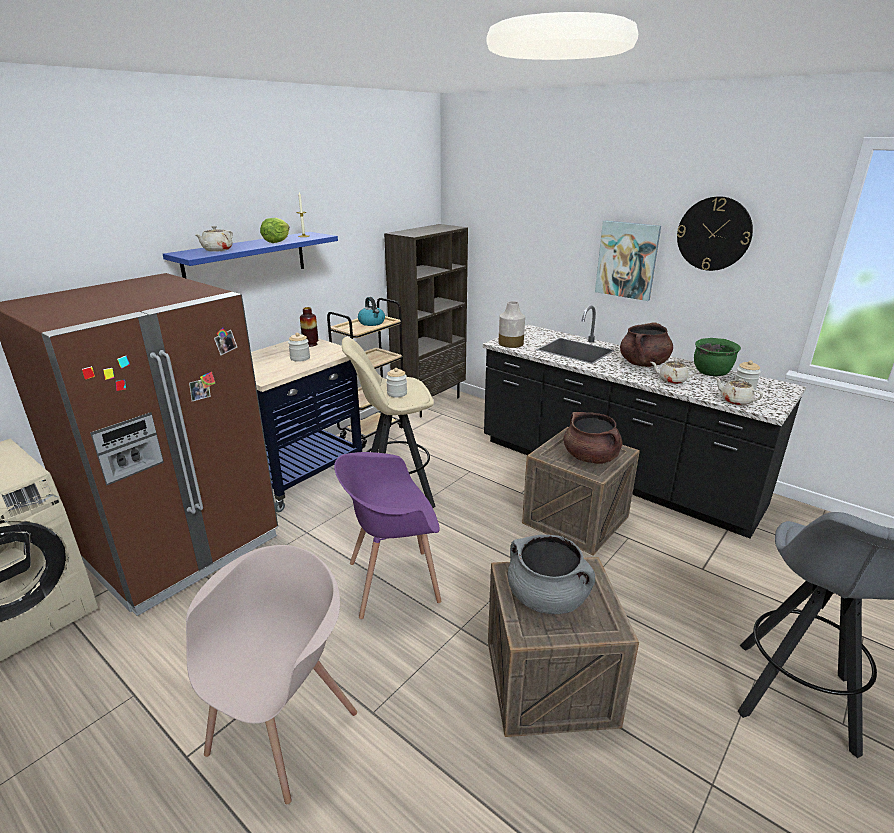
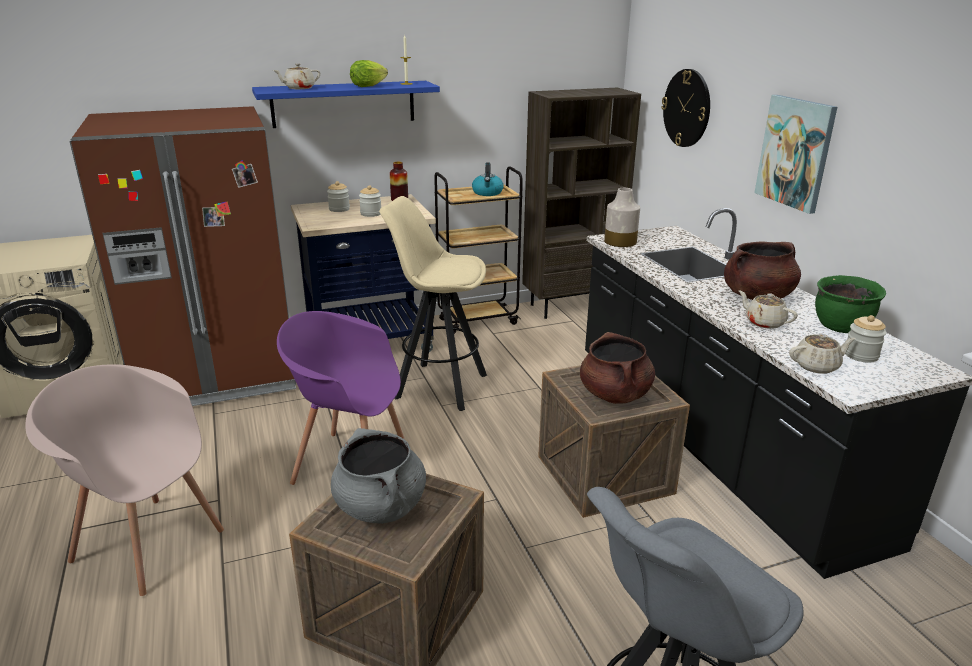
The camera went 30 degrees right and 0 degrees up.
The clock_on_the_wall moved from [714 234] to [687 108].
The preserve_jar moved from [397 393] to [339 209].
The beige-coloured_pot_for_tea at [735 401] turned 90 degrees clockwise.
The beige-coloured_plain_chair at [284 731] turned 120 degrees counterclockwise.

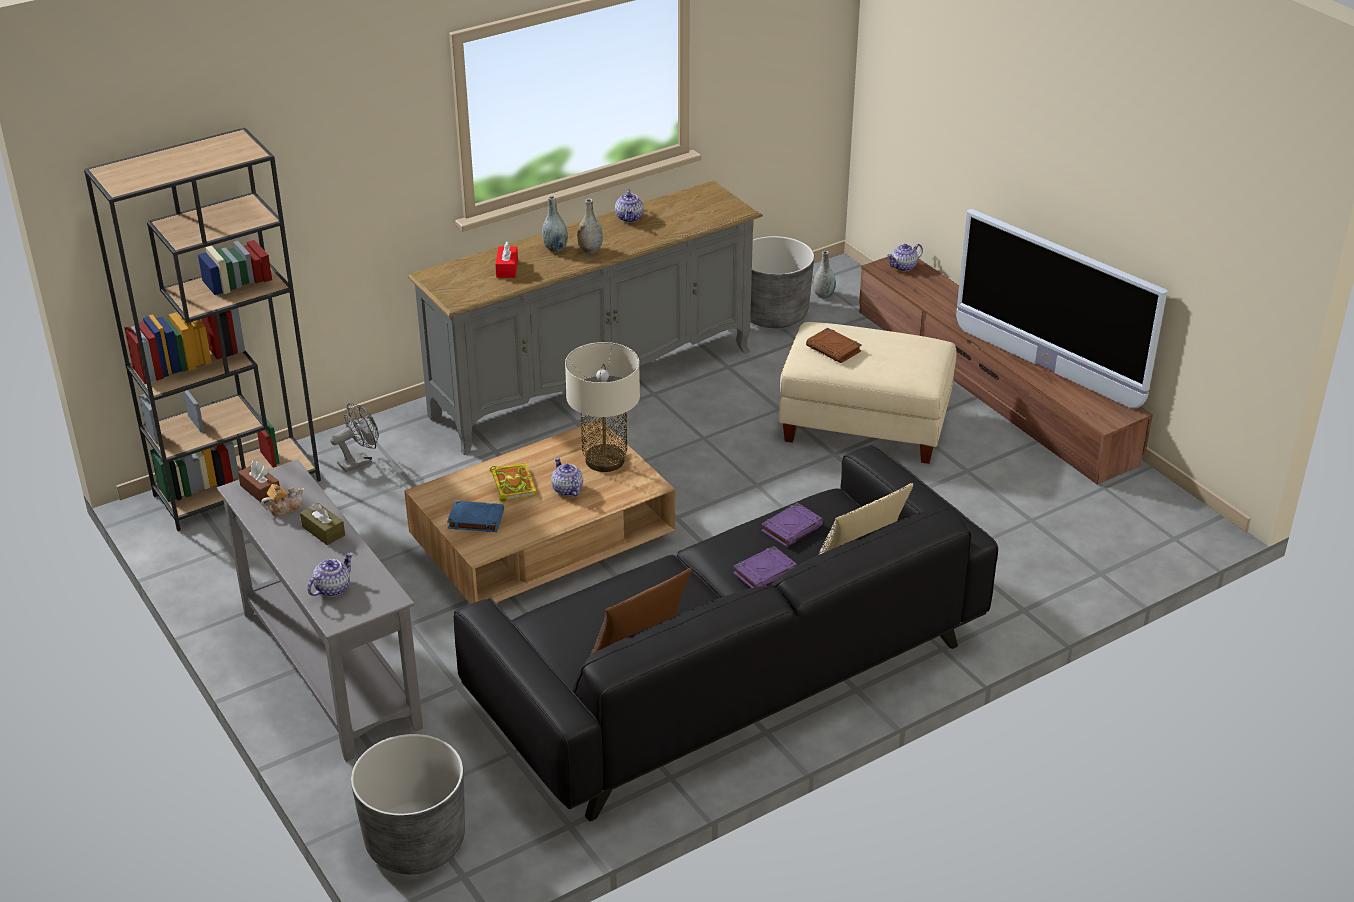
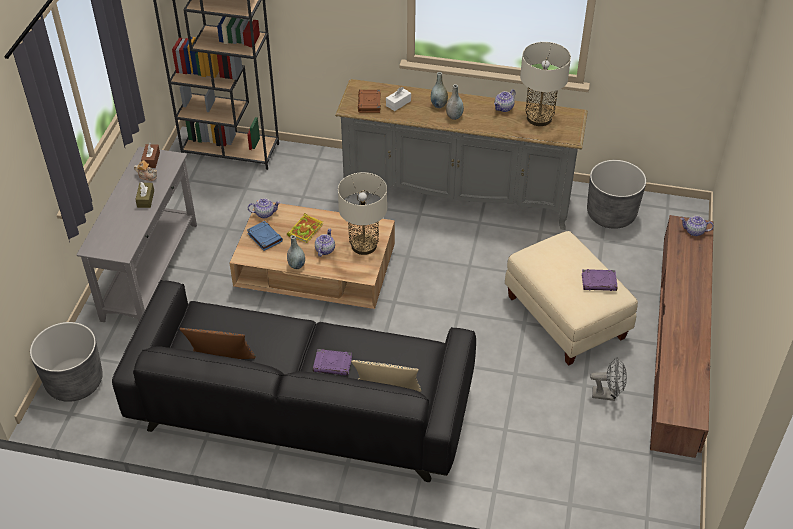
The camera went 45 degrees right and 10 degrees up.
The TV at [1046 368] disappeared.
The red-coloured_tissue_holder at [507 268] became the white-coloured_tissue_holder at [398 103].
The greyish_flower_vase moved from [823 295] to [296 265].
The brownish_volume moved from [834 349] to [369 103].
The greyish_electric_fan moved from [359 461] to [607 394].
The purple_volume moved from [792 528] to [599 282].
The pot_for_tea moved from [332 588] to [265 213].
The lamp_for_a_table at [539 118] appeared.

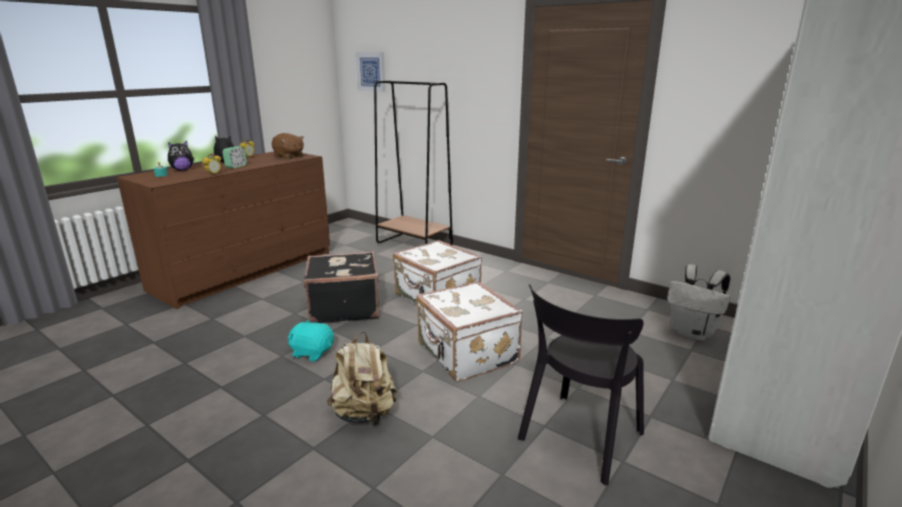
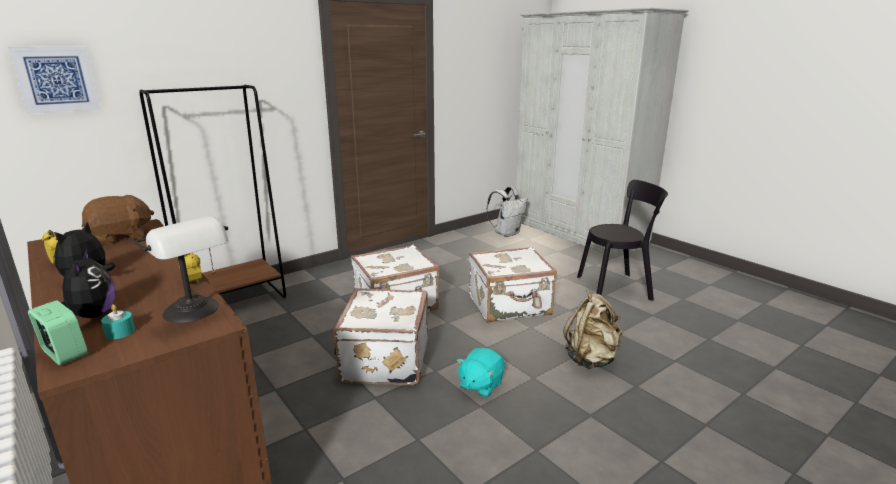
The camera went 75 degrees left and 0 degrees up.
The bedside_clock moved from [236 166] to [64 354].
The black-coloured_travel_case at [344 308] became the white-coloured_travel_case at [383 360].
The black-coloured_plain_chair at [578 439] turned 60 degrees counterclockwise.
The lamp_for_a_table at [197 312] appeared.

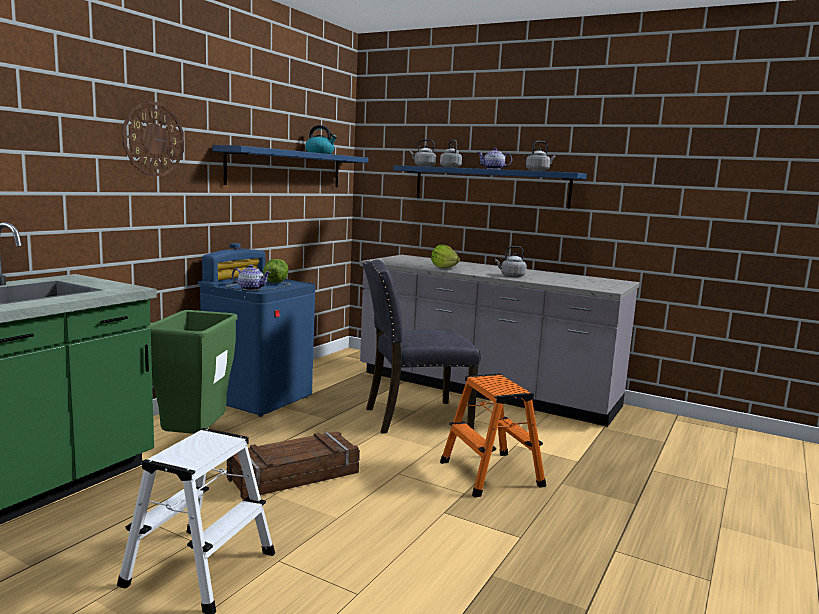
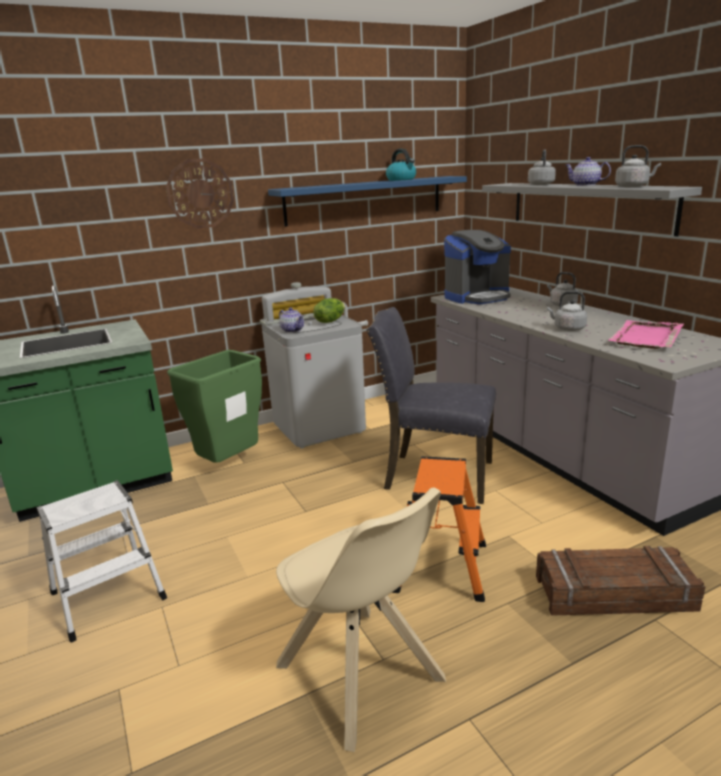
The camera went 35 degrees right and 10 degrees up.
The greyish_tea_kettle moved from [423 166] to [561 304].
The blue-coloured_wall_shelf at [490 186] became the greyish_wall_shelf at [587 206].
The blue-coloured_laundry_machine at [259 398] became the greyish_laundry_machine at [320 427].
The lettuce at [444 267] disappeared.
The packing_crate moved from [293 475] to [613 593].
The coffee_maker at [477 297] appeared.
The pinkish_tray at [645 337] appeared.
The beige-coloured_plain_chair at [362 676] appeared.

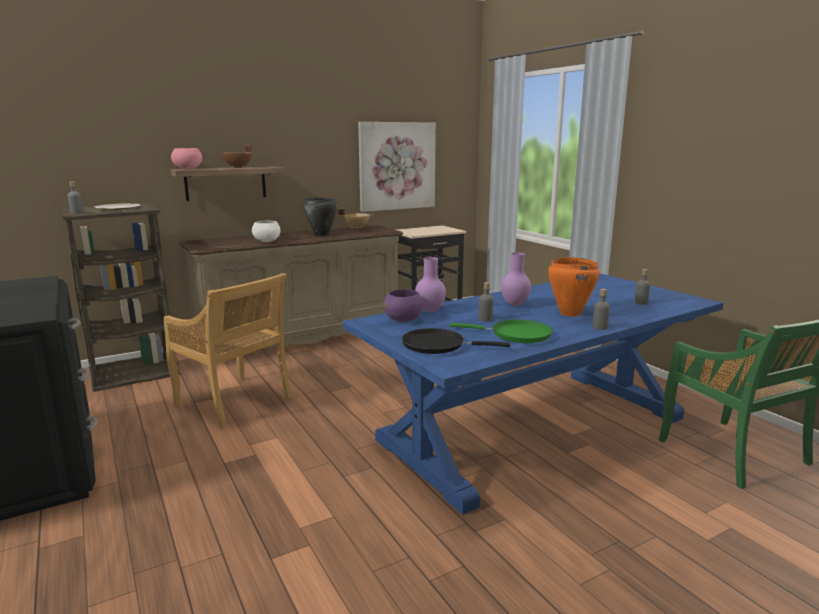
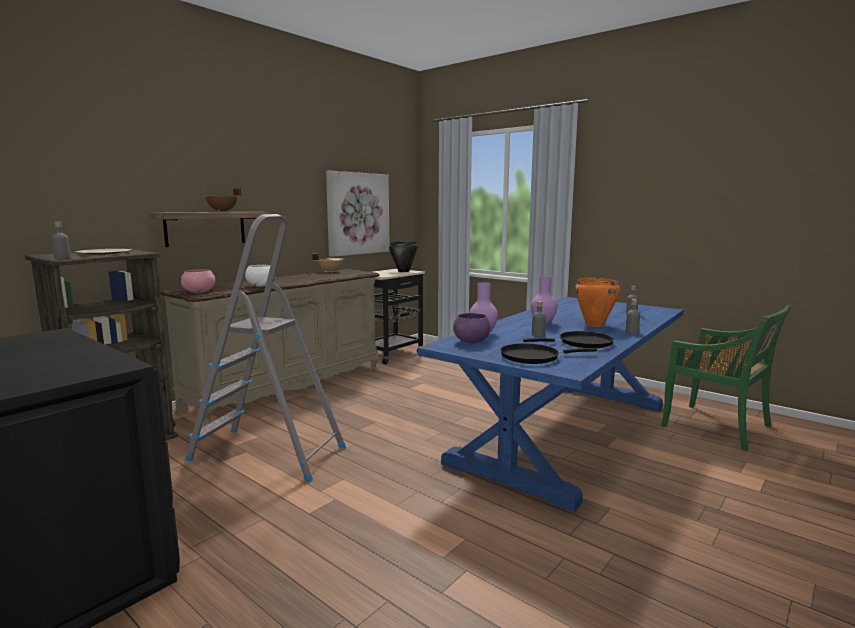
The camera went 20 degrees left and 5 degrees down.
The pinkish_deep_dish moved from [188 169] to [199 292].
The black-coloured_saucepot moved from [321 235] to [403 271].
The beige-coloured_plain_chair at [234 401] was replaced by the greyish_step_ladder at [266 453].
The greenish_frying_pan at [516 335] became the black-coloured_frying_pan at [581 343].

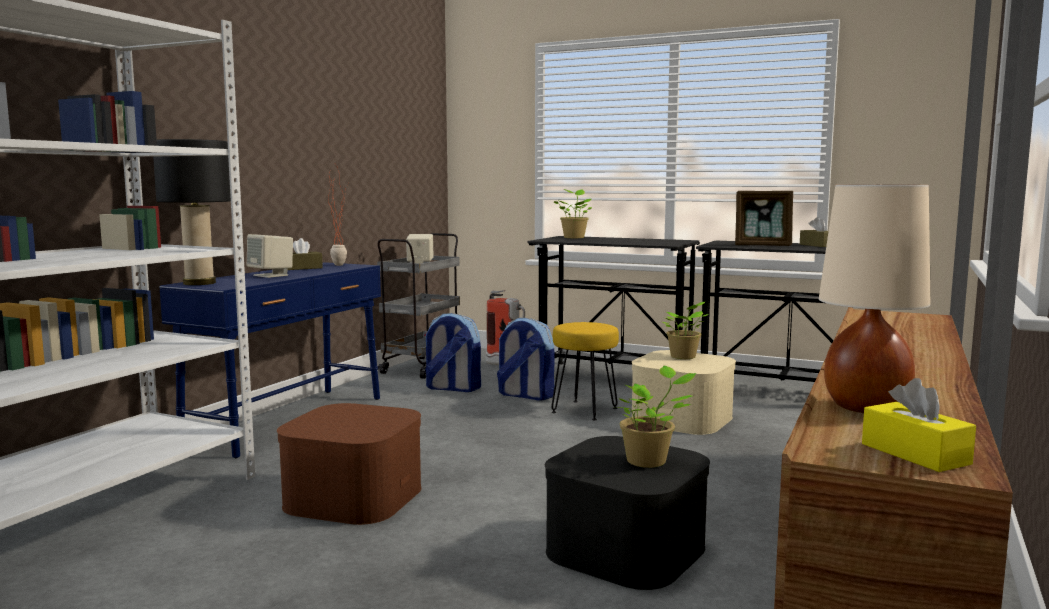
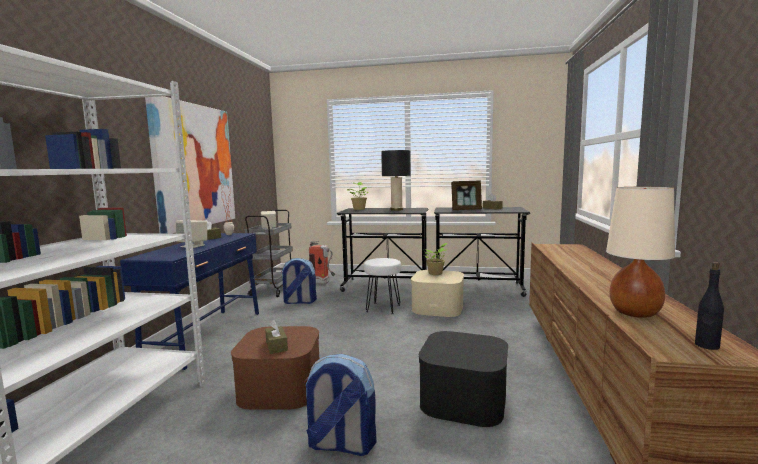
The camera went 15 degrees left and 0 degrees up.
The black-coloured_lamp_for_a_table moved from [199 283] to [396 210].
The rucksack moved from [525 395] to [340 445].
The yellowish_stool_seat at [583 410] became the white-coloured_stool_seat at [383 308].
The potted_plant at [649 461] disappeared.
The yellowish_tissue_holder at [915 454] was replaced by the black-coloured_drink_bottle at [707 346].
The picture at [195 166] appeared.
The brownish_tissue_holder at [276 346] appeared.

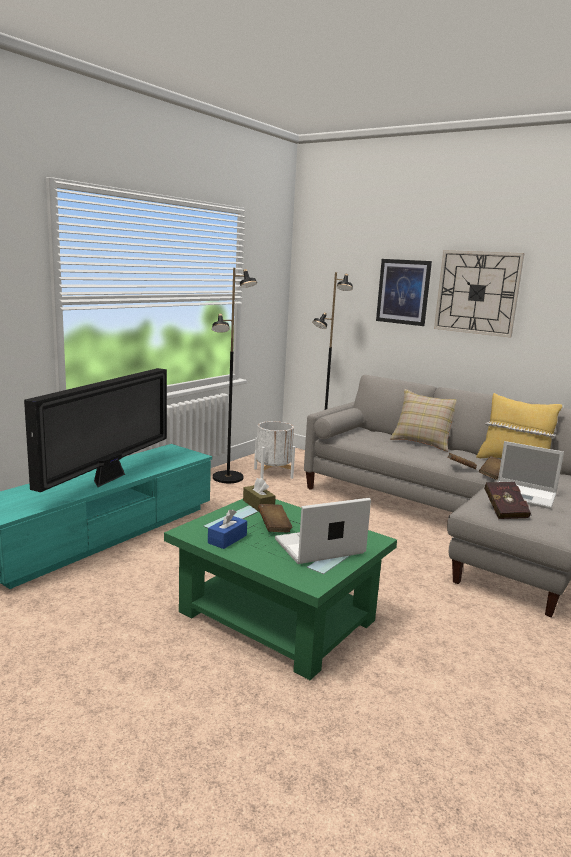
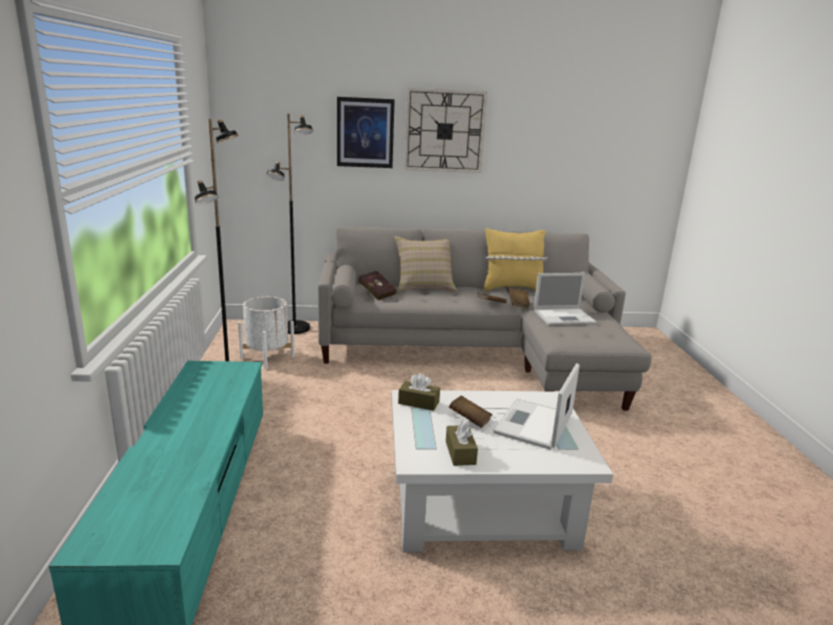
The camera went 40 degrees left and 5 degrees up.
The TV at [109 478] disappeared.
The red-coloured_volume moved from [504 510] to [376 293].
The greenish_low_table at [278 616] became the white-coloured_low_table at [483 506].
The blue-coloured_tissue_holder at [227 539] became the brownish_tissue_holder at [460 453].

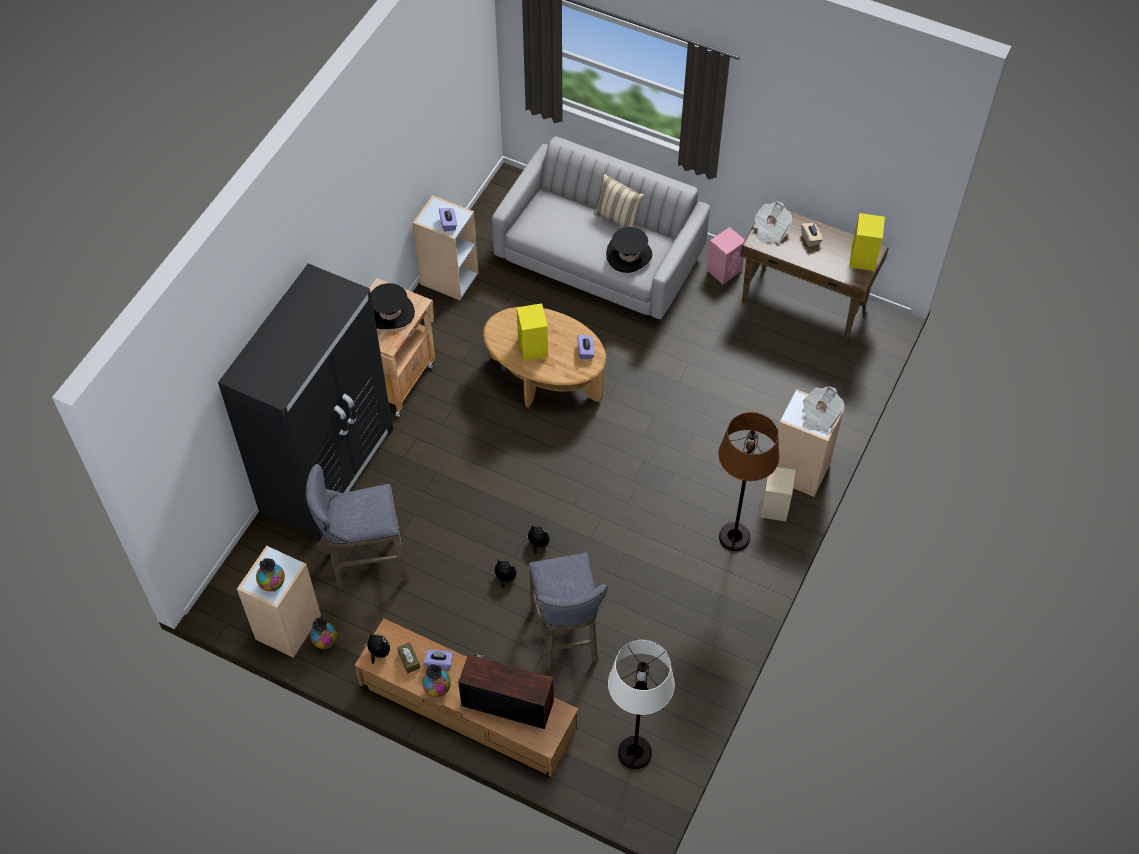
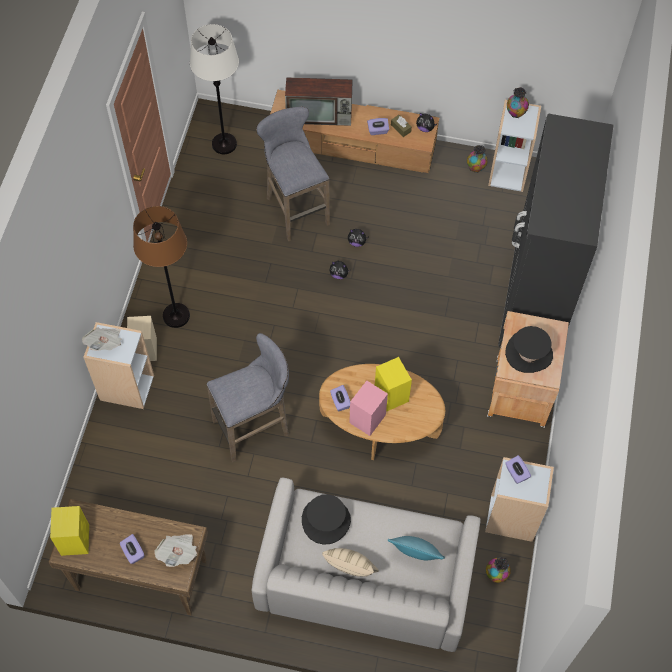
The camera went 165 degrees right and 5 degrees up.
The beige-coloured_tissue_holder at [810 239] became the purple_tissue_holder at [133 552].
The pinkish_speaker moved from [724 270] to [367 419].
The greyish_stool_seat moved from [365 563] to [255 427].
The flower_vase moved from [437 689] to [496 574].
The blue-green_pillow at [415 556] appeared.

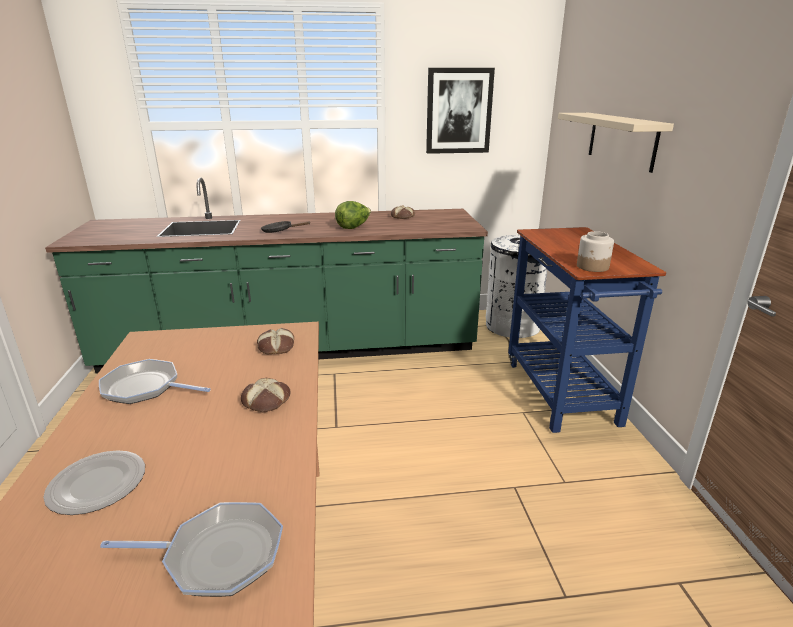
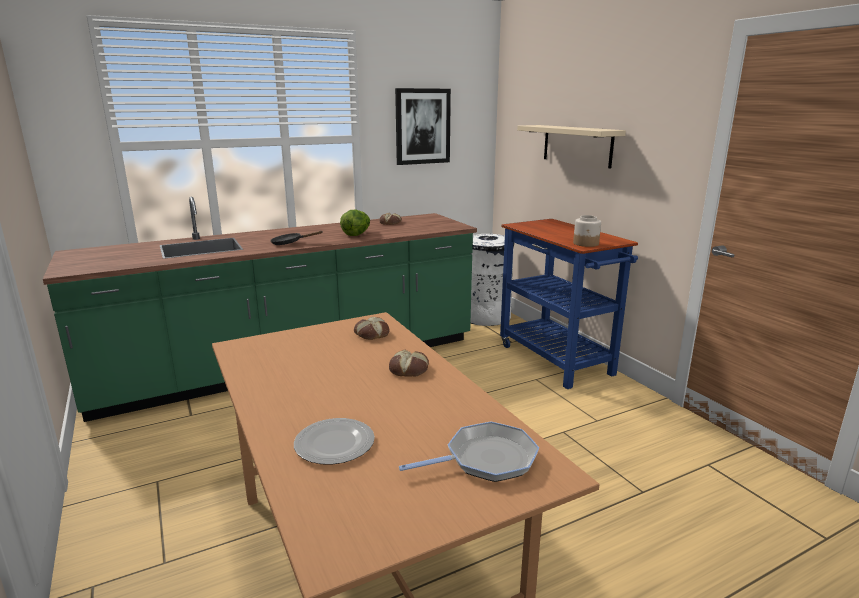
The camera went 20 degrees left and 5 degrees down.
The frying_pan at [145 387] disappeared.

